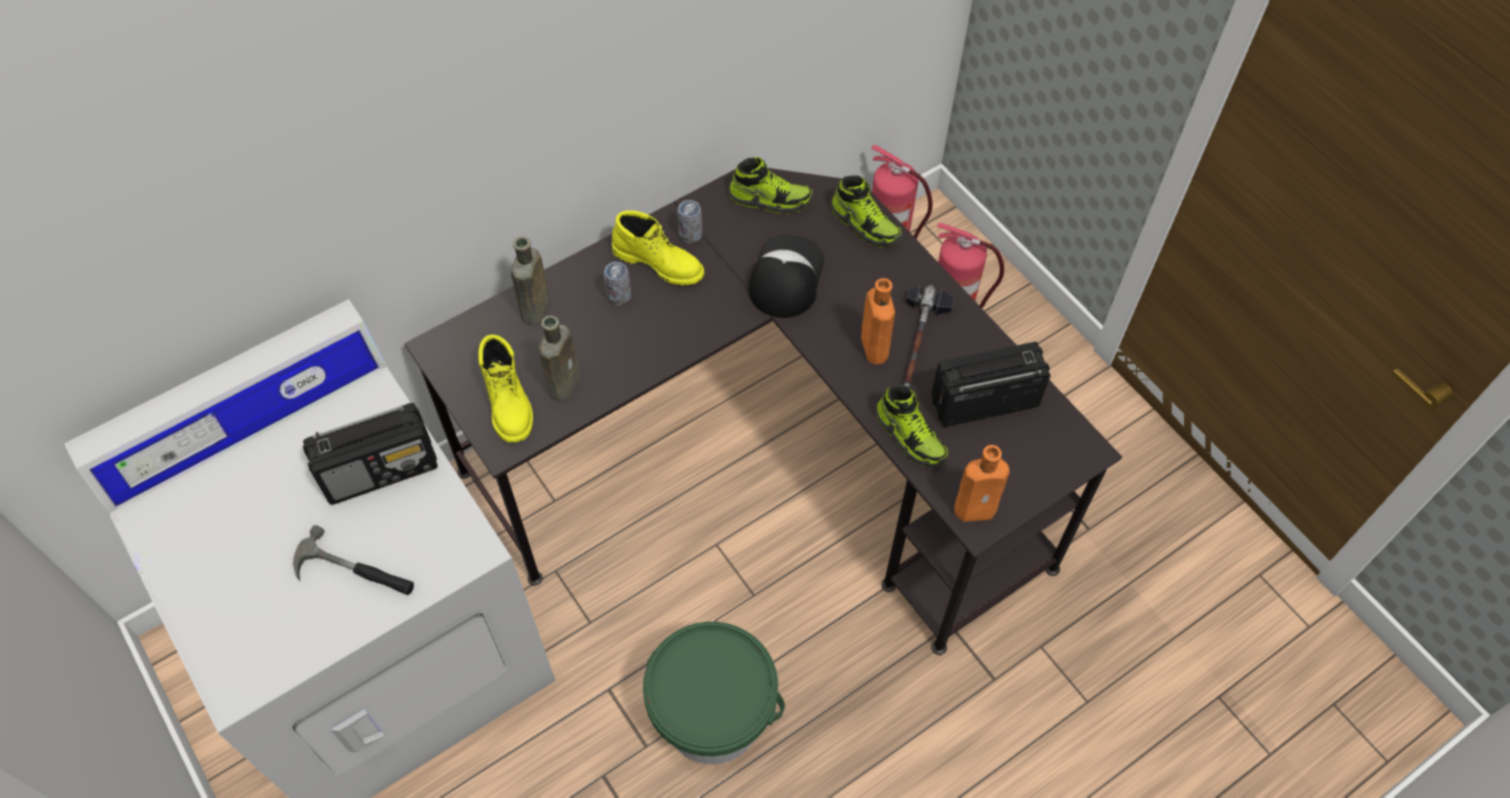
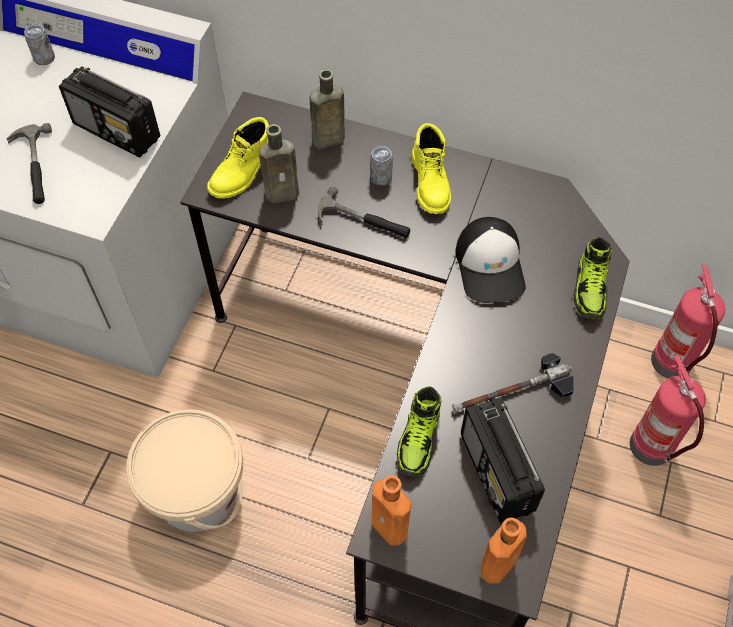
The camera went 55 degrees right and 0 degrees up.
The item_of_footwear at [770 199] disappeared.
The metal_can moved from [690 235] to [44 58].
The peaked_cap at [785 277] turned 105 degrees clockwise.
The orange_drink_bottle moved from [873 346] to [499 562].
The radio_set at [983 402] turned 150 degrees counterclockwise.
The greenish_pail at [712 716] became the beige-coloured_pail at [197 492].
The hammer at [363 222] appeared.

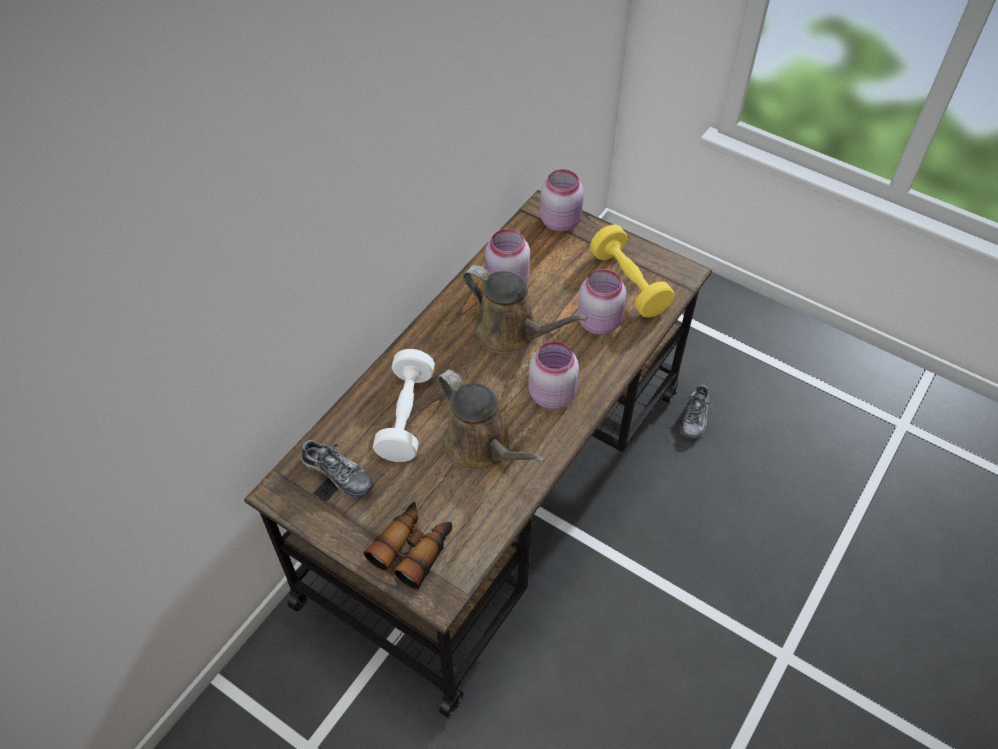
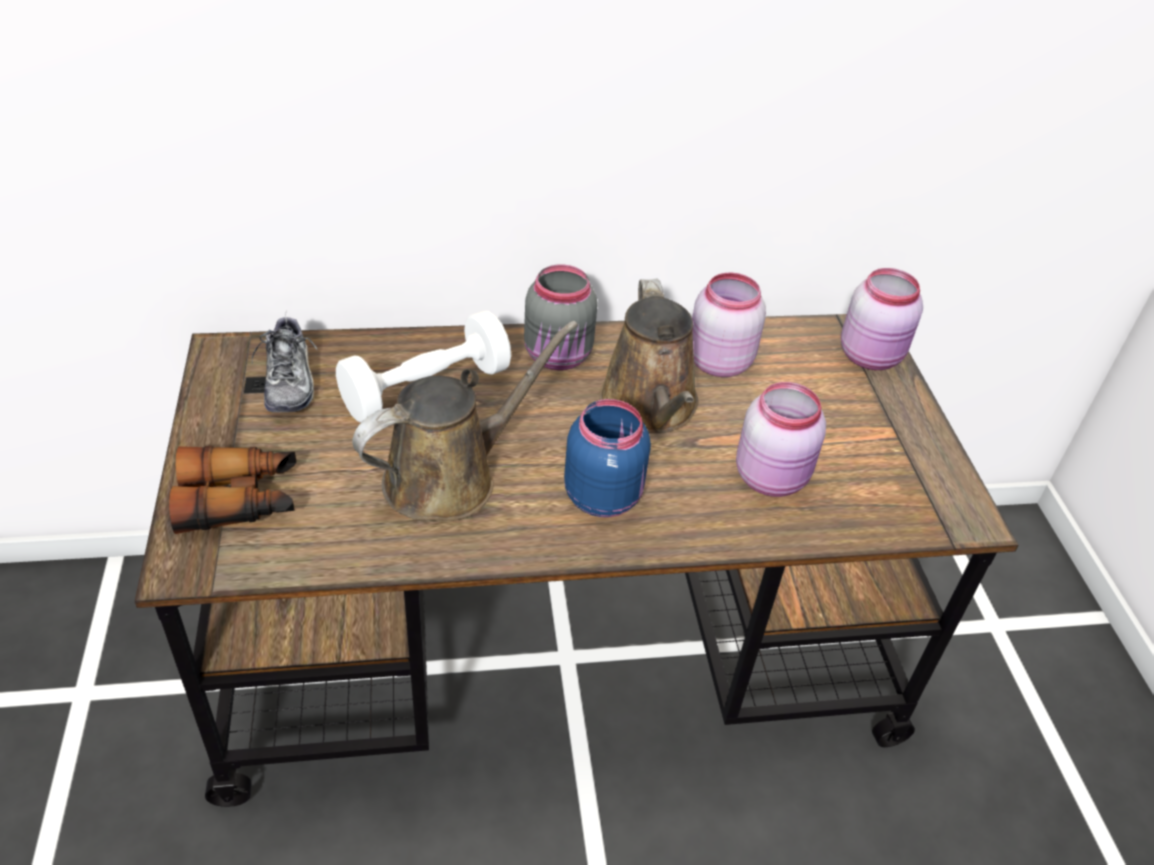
The camera went 45 degrees right and 10 degrees down.
The yellowish_free_weight at [629 283] disappeared.
The pinkish_preserve_jar at [551 393] became the blue-coloured_preserve_jar at [603 495].
The brownish_watering_pot at [481 447] turned 135 degrees counterclockwise.
The item_of_footwear at [694 417] disappeared.
The greyish_preserve_jar at [559 357] appeared.

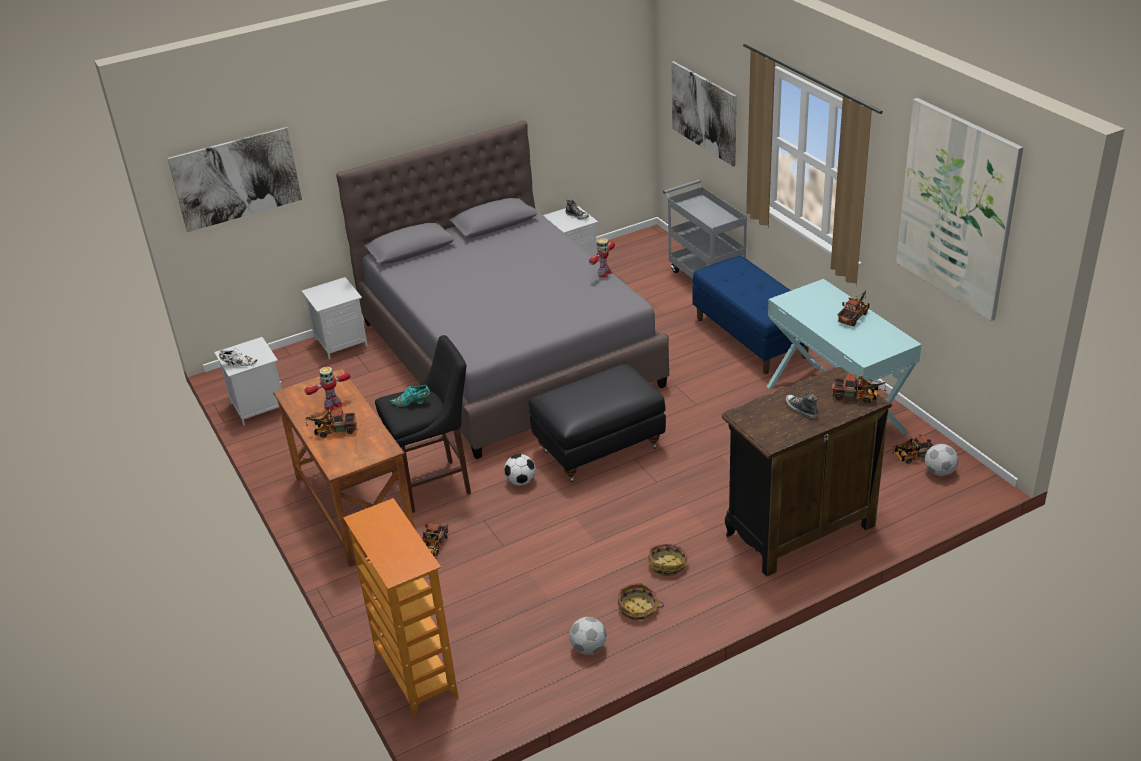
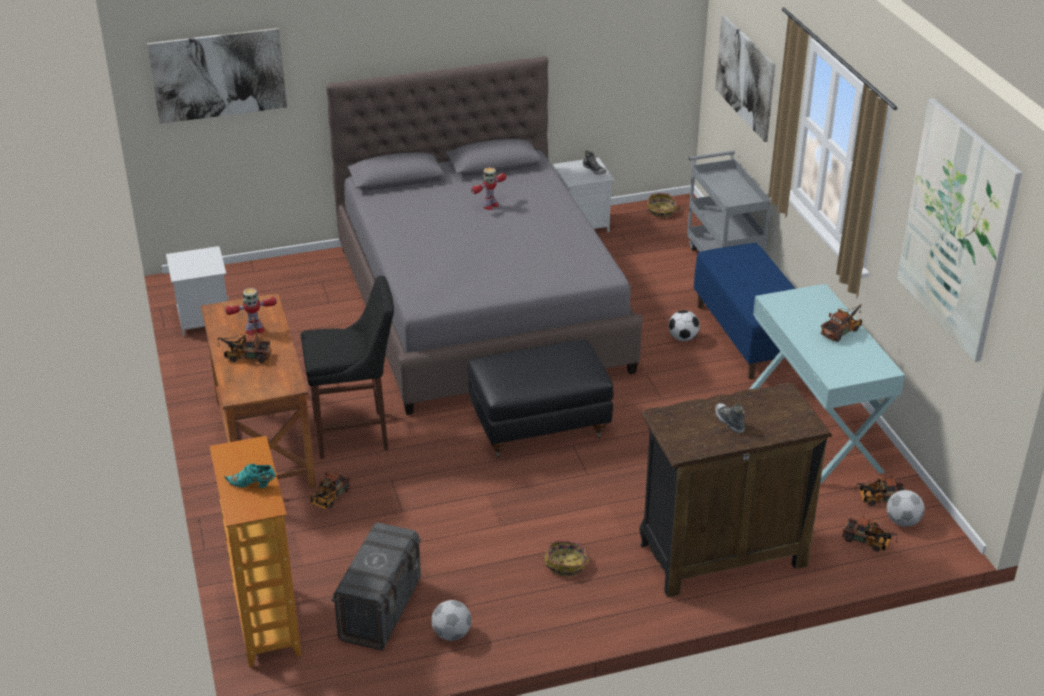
The camera went 10 degrees right and 0 degrees up.
The robot_figure moved from [604 273] to [490 206].
The greyish_bedside_table at [341 342] disappeared.
The white-coloured_item_of_footwear at [238 364] disappeared.
The toy_lorry moved from [858 397] to [868 542].
The blue-green_item_of_footwear moved from [412 403] to [252 485].
The ball_for_football moved from [521 481] to [683 338].
The basket moved from [638 608] to [662 211].
The greyish_storage_container at [381 609] appeared.

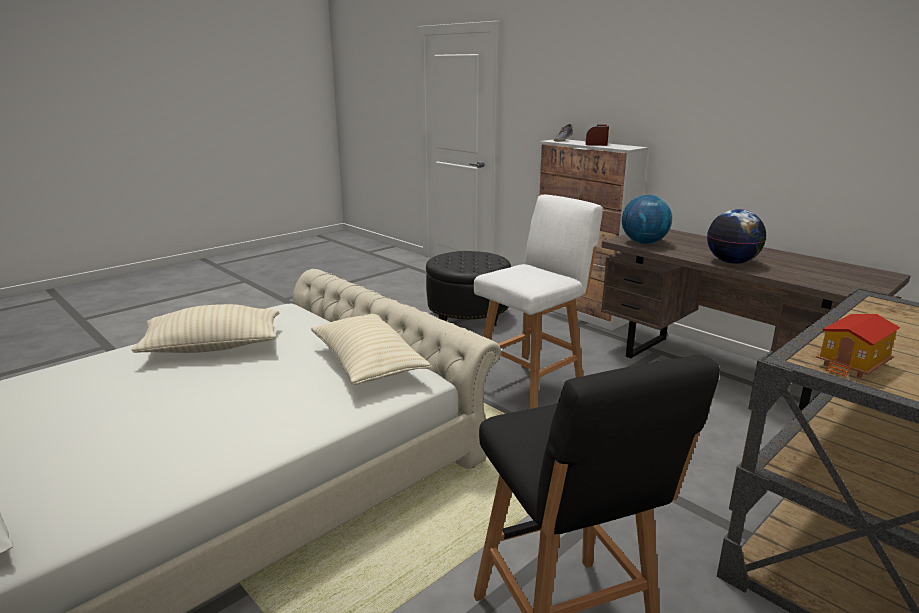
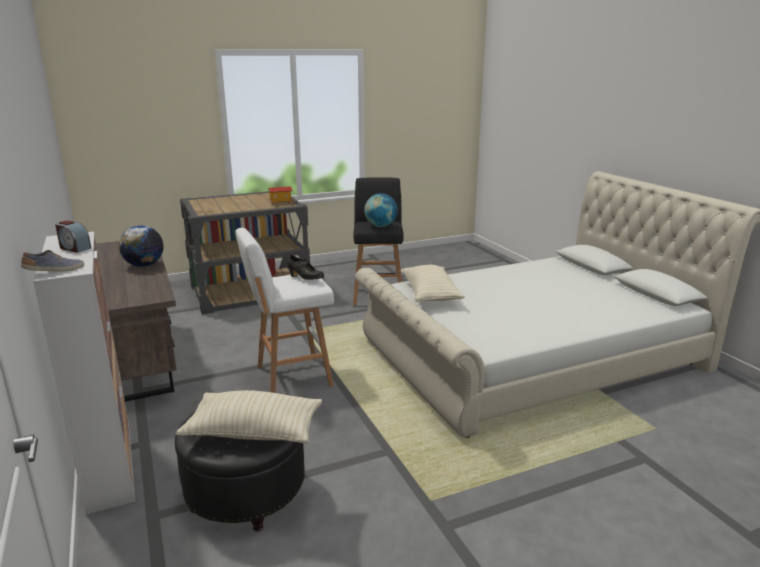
The camera went 160 degrees left and 0 degrees up.
The world_globe moved from [644 243] to [381 226].
The beige-coloured_pillow moved from [212 347] to [254 432].
The black-coloured_item_of_footwear at [305 279] appeared.

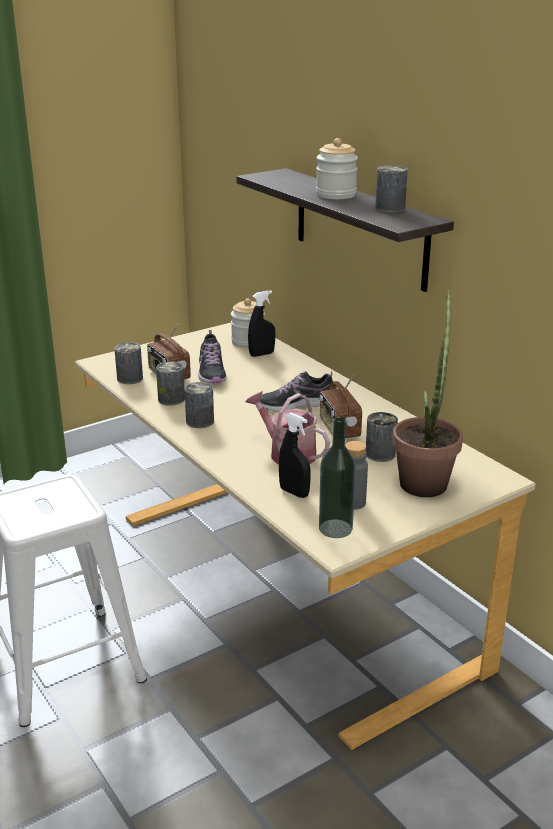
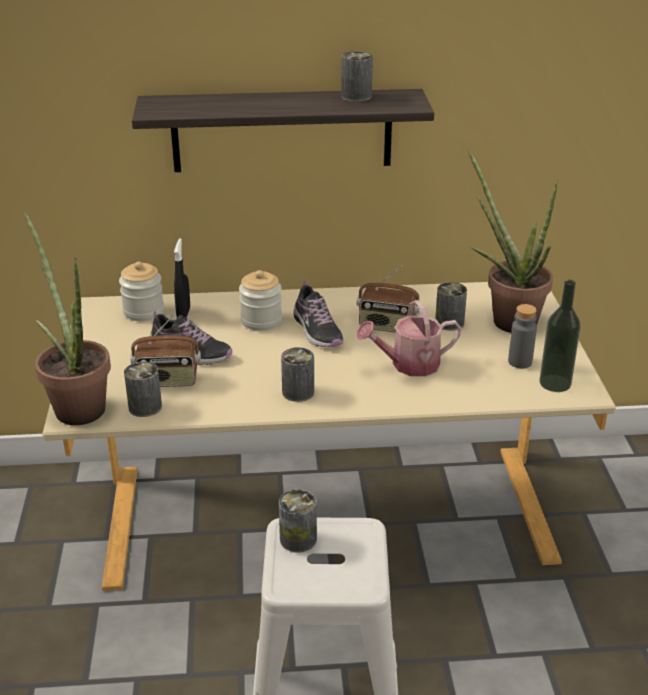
The camera went 60 degrees left and 5 degrees up.
The preserve_jar moved from [336 195] to [261 321].
The metal_can moved from [171 399] to [298 539].
The item_of_footwear at [296 404] turned 45 degrees counterclockwise.
The black-coloured_spray_bottle at [294 492] disappeared.
The potted_plant at [76 405] appeared.

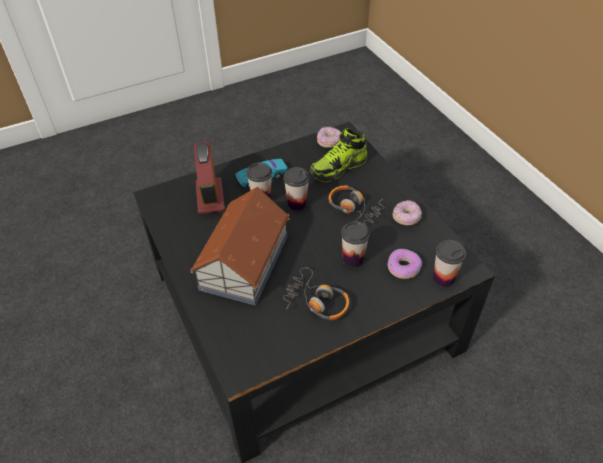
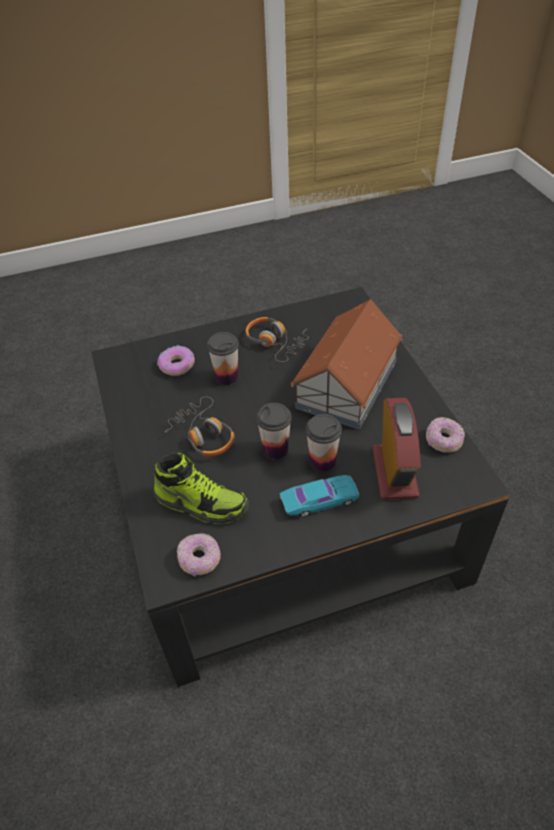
The camera went 170 degrees left and 0 degrees up.
The item_of_footwear at [338 168] turned 45 degrees clockwise.
The donut moved from [406 218] to [443 441].
The cup at [443 278] disappeared.

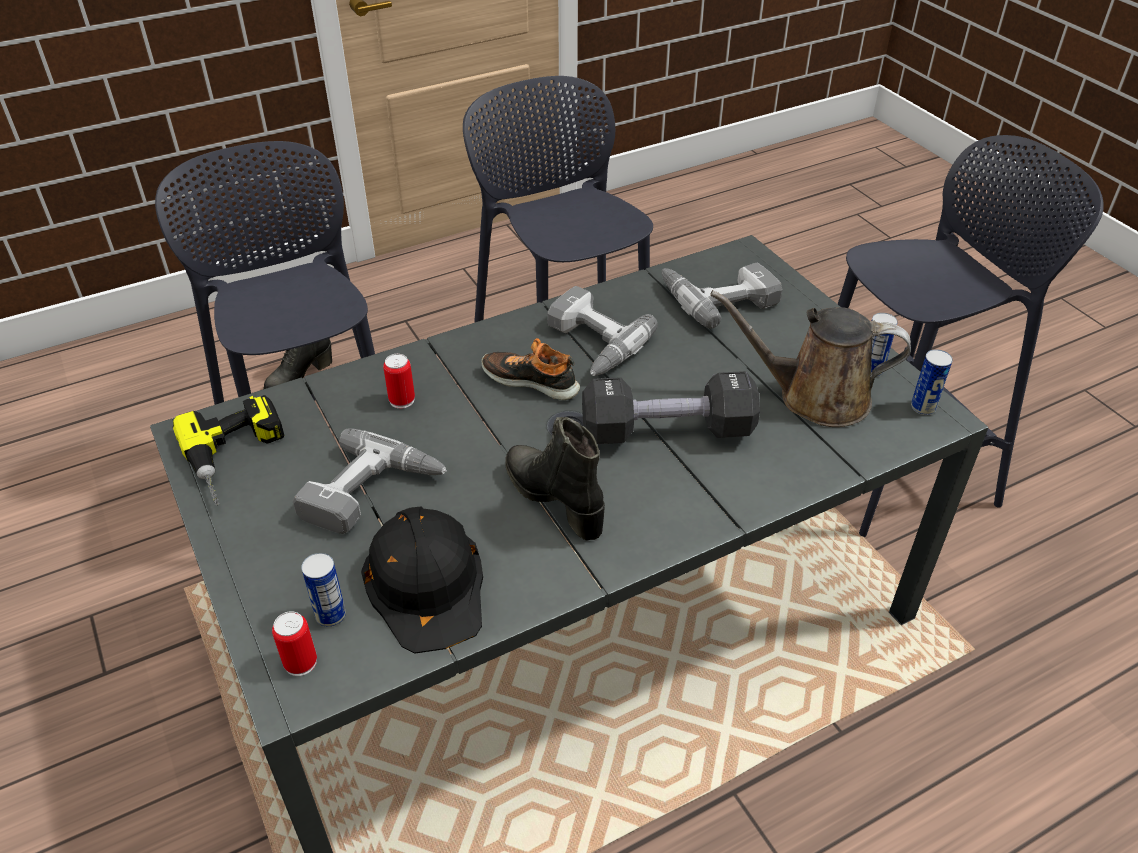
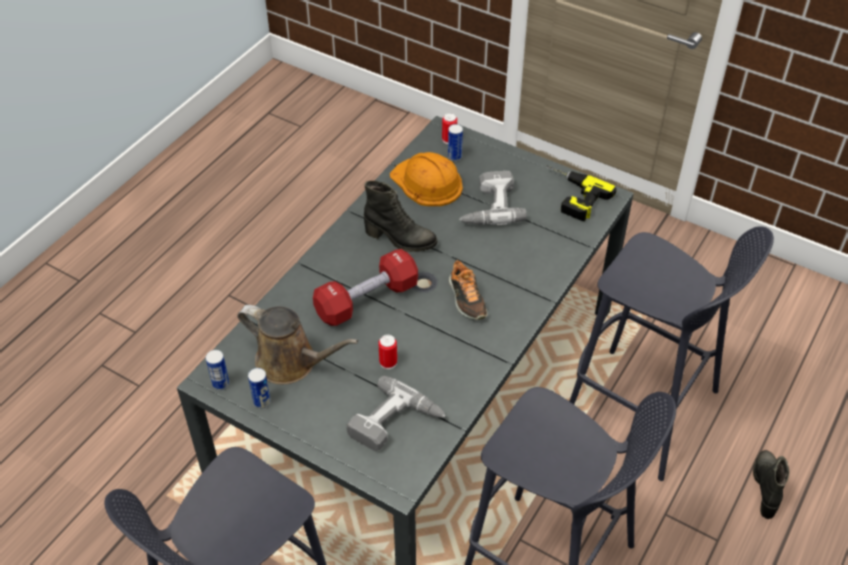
The camera went 150 degrees right and 5 degrees up.
The drill at [590 343] disappeared.
The brownish_watering_pot at [814 397] turned 45 degrees clockwise.
The item_of_footwear at [531 381] turned 75 degrees clockwise.
The metal_can moved from [402 400] to [388 362].
The black-coloured_free_weight at [667 431] became the red-coloured_free_weight at [367 300].
The black-coloured_hard_hat at [427 583] became the orange_hard_hat at [427 182].

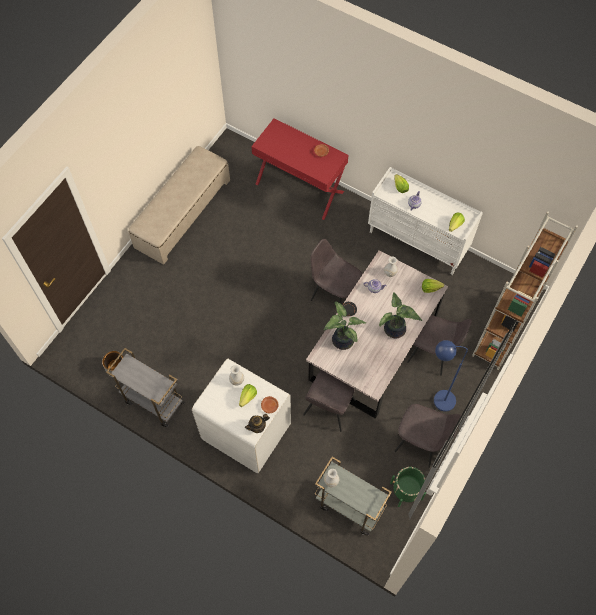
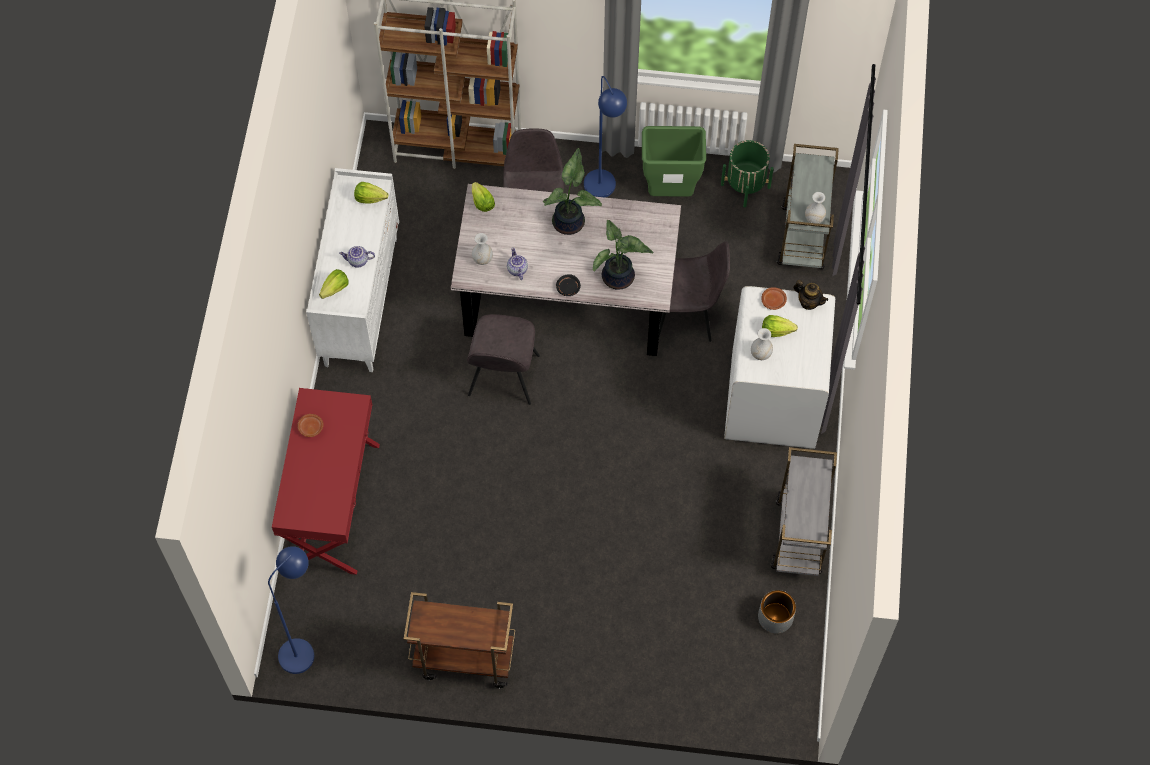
The camera went 115 degrees left and 0 degrees up.
The beige-coloured_bench at [183 212] was replaced by the brownish_trolley at [463 660].
The greyish_plain_chair at [421 442] was replaced by the greenish_waste_bin at [671 191].
The blue-coloured_standing_lamp at [304 648] appeared.

